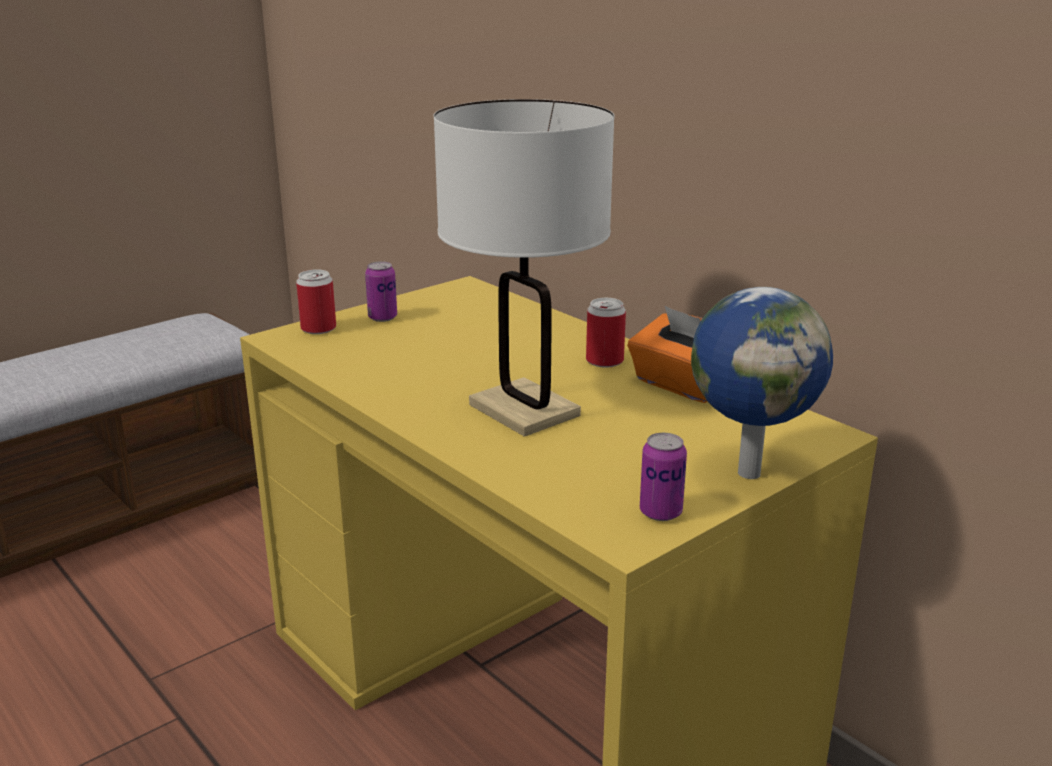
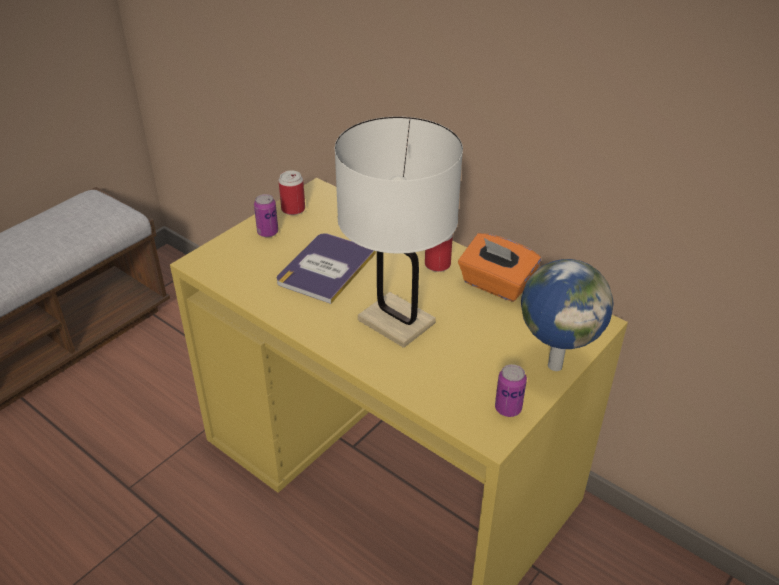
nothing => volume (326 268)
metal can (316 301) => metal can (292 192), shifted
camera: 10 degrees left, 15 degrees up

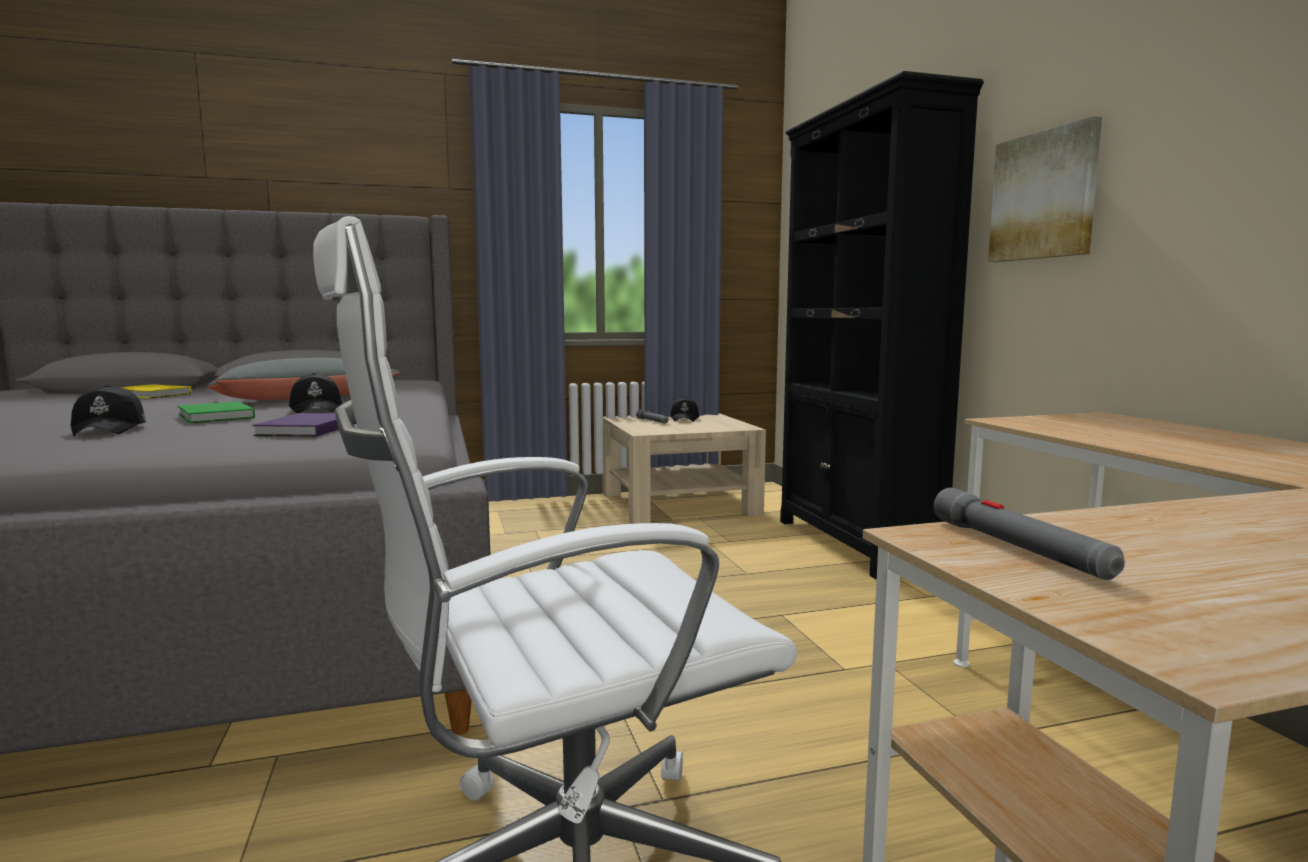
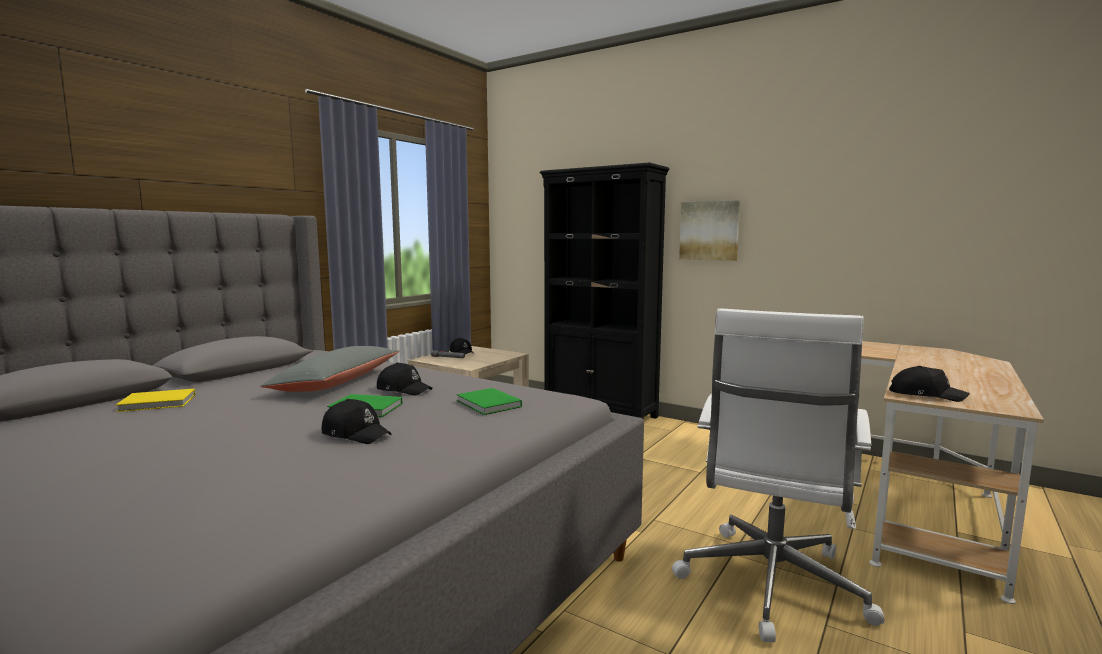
hand torch (greyish) (1029 534) => baseball cap (blackish) (929 384)
volume (purple-coloured) (304 425) => volume (green) (489 401)
camera: 40 degrees left, 0 degrees up

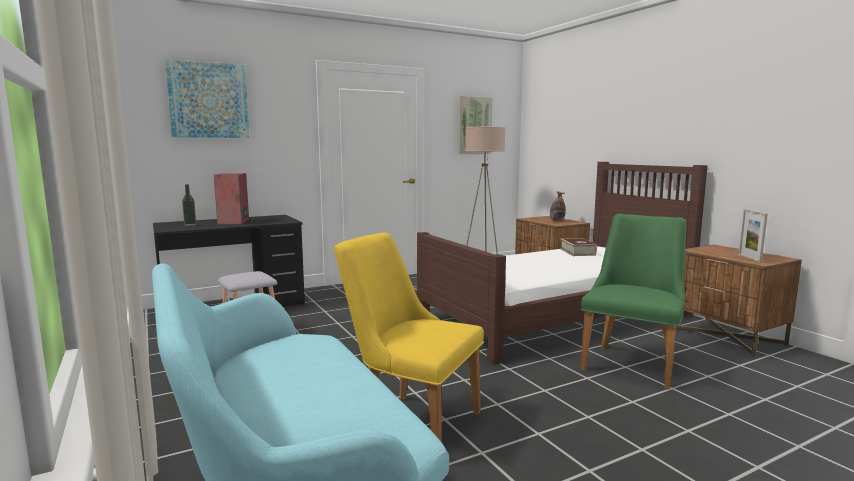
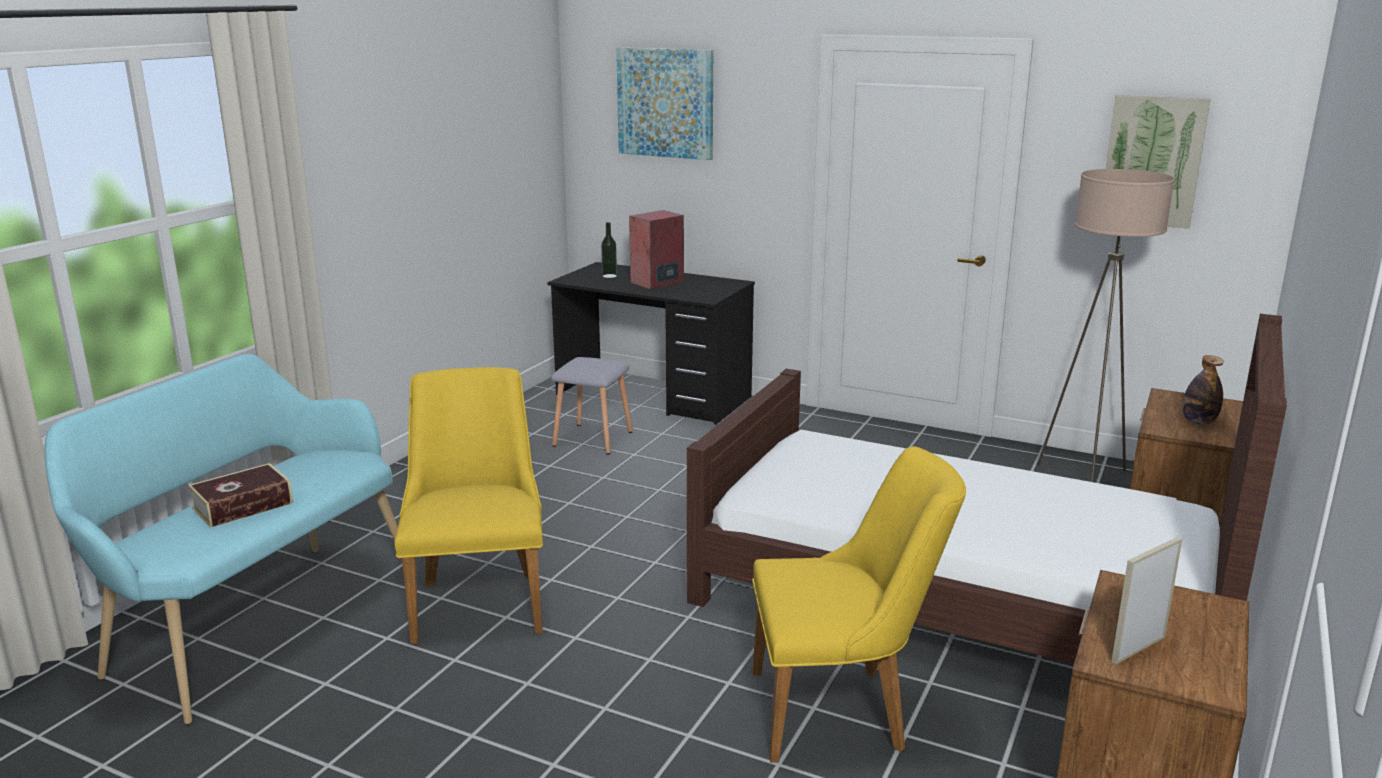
volume (578 247) => volume (240 495), shifted
upright chair (green) (633 301) => upright chair (yellow-coloured) (859 604)
camera: 55 degrees right, 10 degrees up

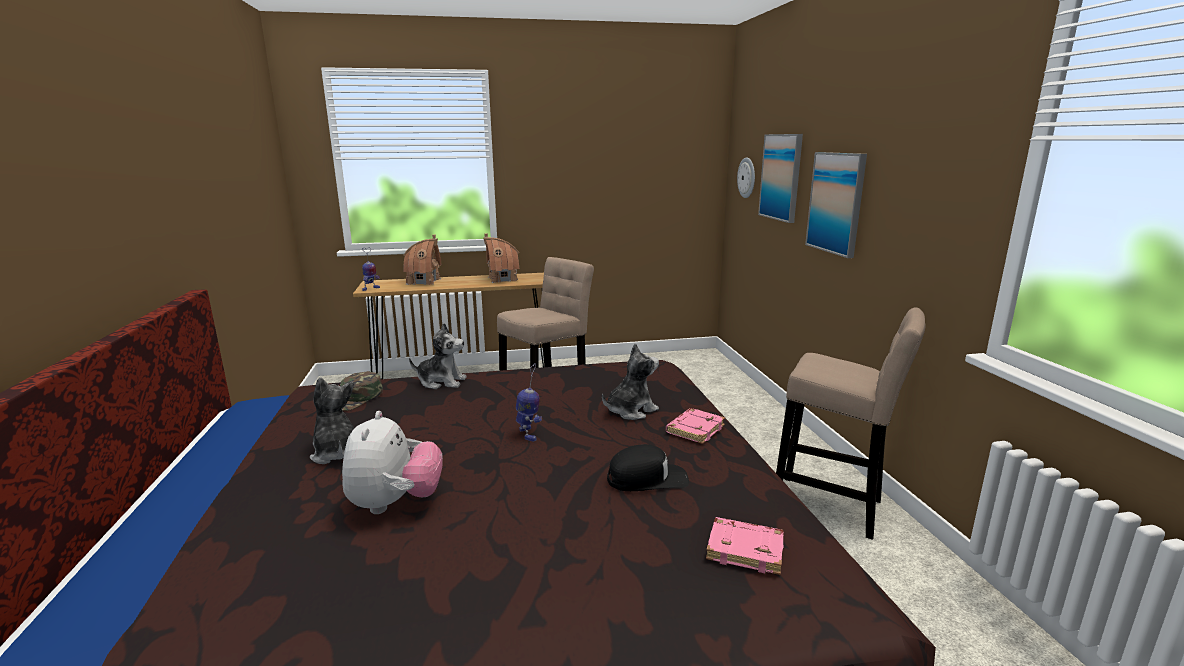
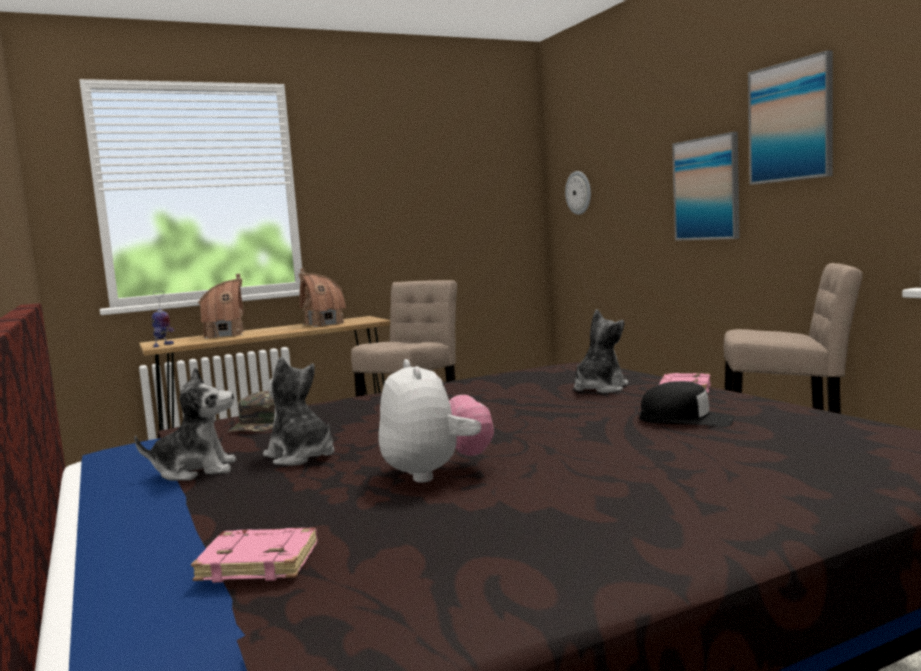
model robot (529 402) => nothing
cuddly toy (438 356) => cuddly toy (185 424), shifted
volume (pink-coloured) (745 546) => volume (pink-coloured) (254 555), shifted
wall art (780 178) => wall art (790 117), shifted
baseball cap (blackish) (648 467) => baseball cap (blackish) (686 404), 45 degrees clockwise
camera: 15 degrees left, 10 degrees down

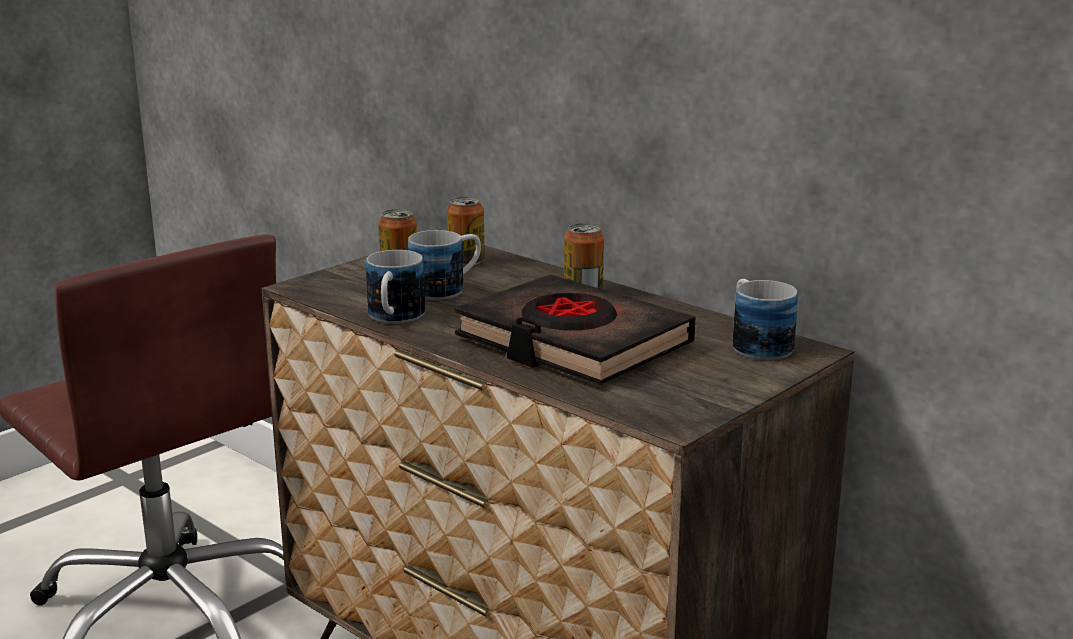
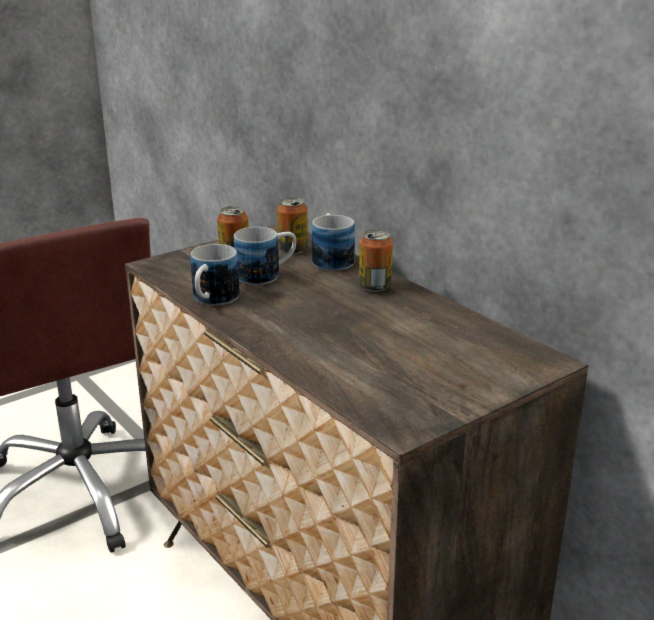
volume (blackish) (574 329) => nothing
mug (765 319) => mug (333 242), shifted
camera: 10 degrees right, 5 degrees up

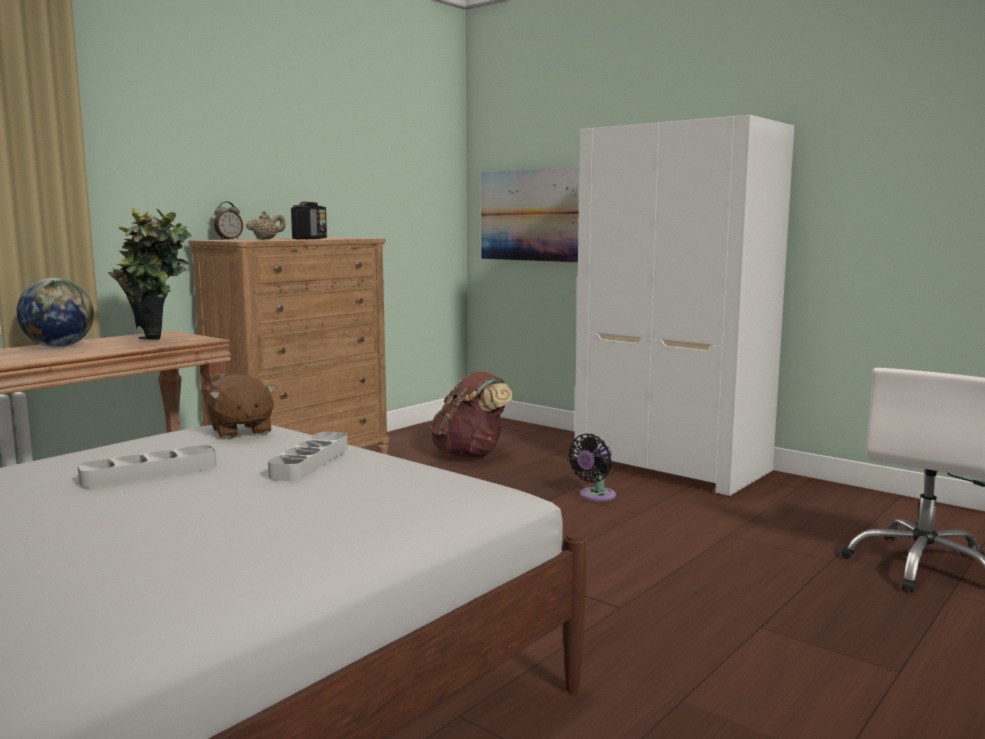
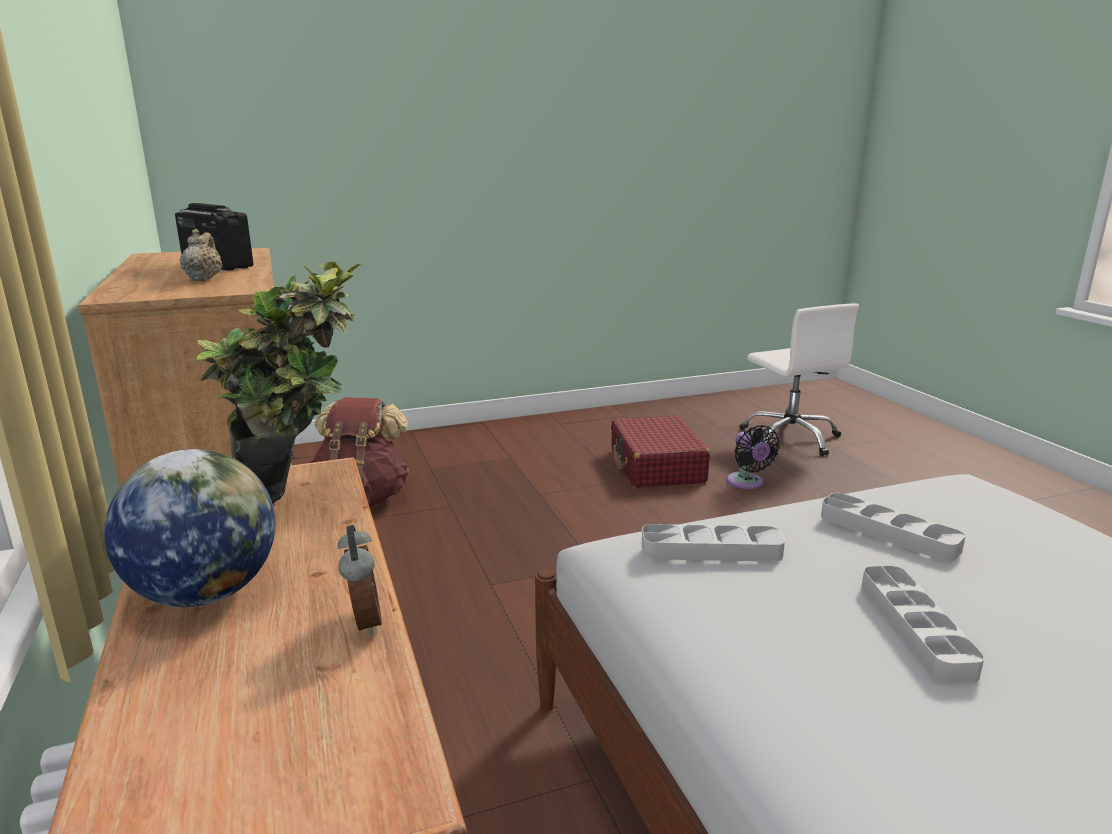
wall art (530 214) => nothing
armoire (white-coloured) (684 306) => nothing
nothing => suitcase (reddish) (660 451)
table clock (228 220) => table clock (360 580), shifted
fan (blackish) (592 468) => fan (blackish) (753 457), shifted
cuddly toy (brownish) (242 406) => carrying tray (greyish) (713 543)
camera: 60 degrees left, 10 degrees up

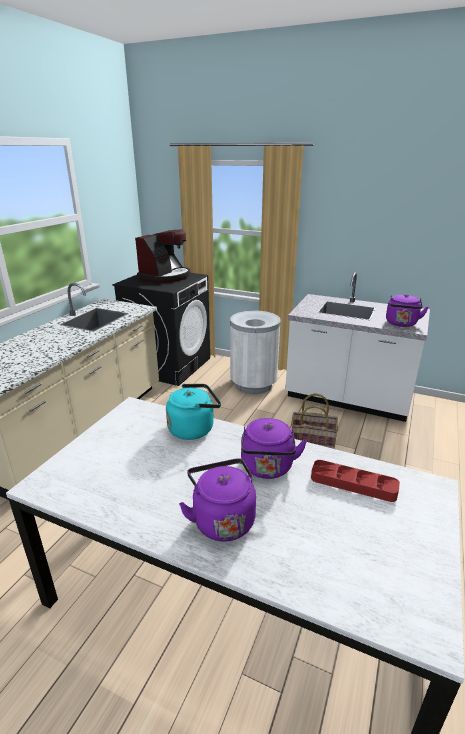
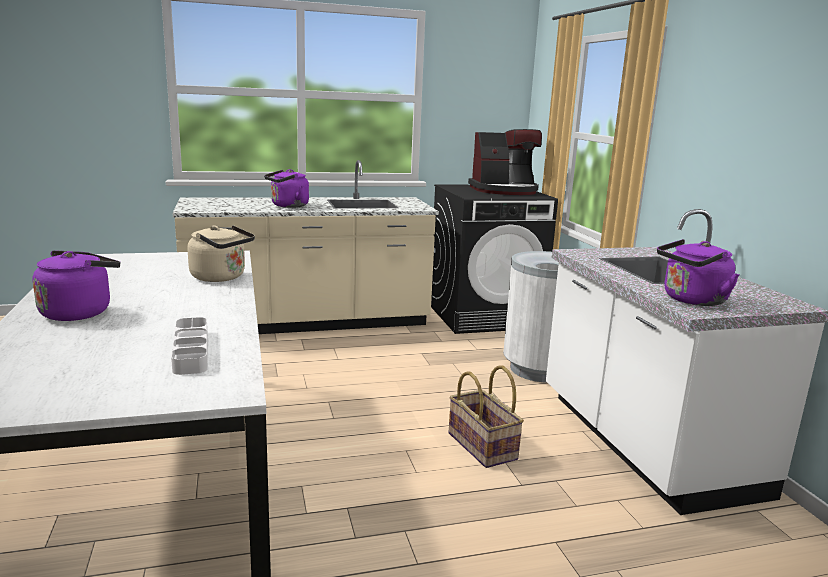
water kettle (purple-coloured) (274 448) => water kettle (purple-coloured) (286 188), shifted
water kettle (blue-green) (193 412) => water kettle (beige-coloured) (221 253)
carrying tray (reddish) (355 481) => carrying tray (white-coloured) (189 346)
camera: 50 degrees right, 10 degrees down

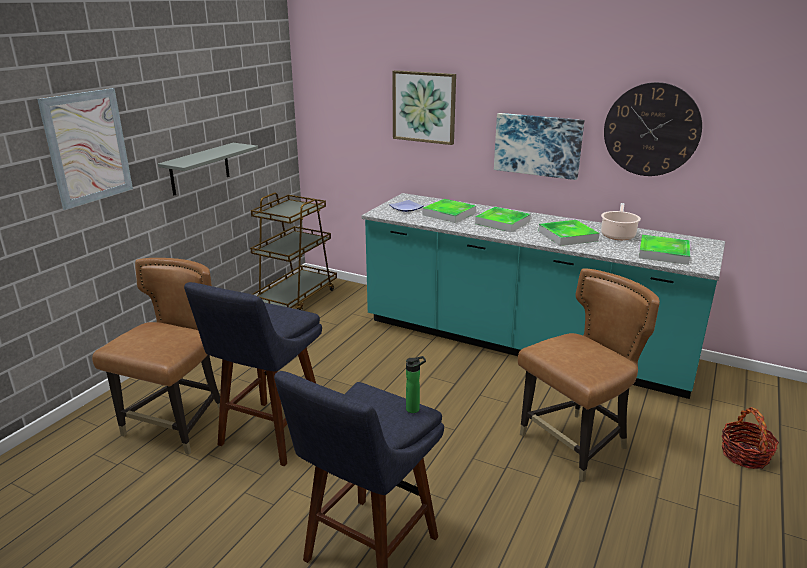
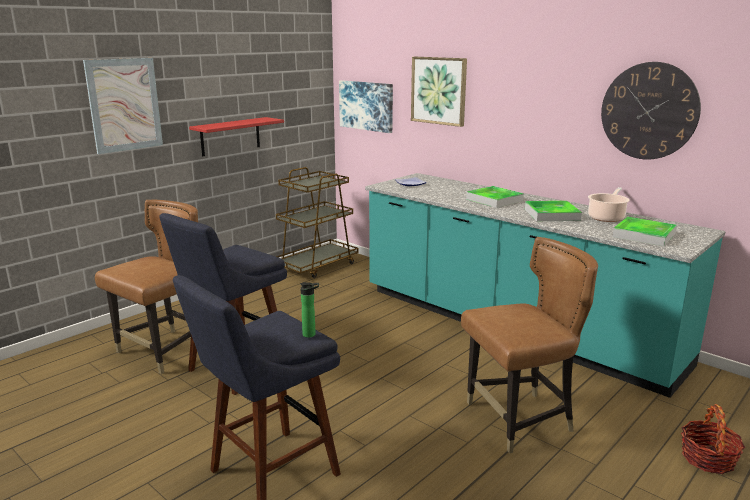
carrying tray (449 211) => nothing
wall art (539 146) => wall art (366 106), shifted
wall shelf (greyish) (208 169) => wall shelf (reddish) (236 136)
camera: 15 degrees right, 5 degrees down

